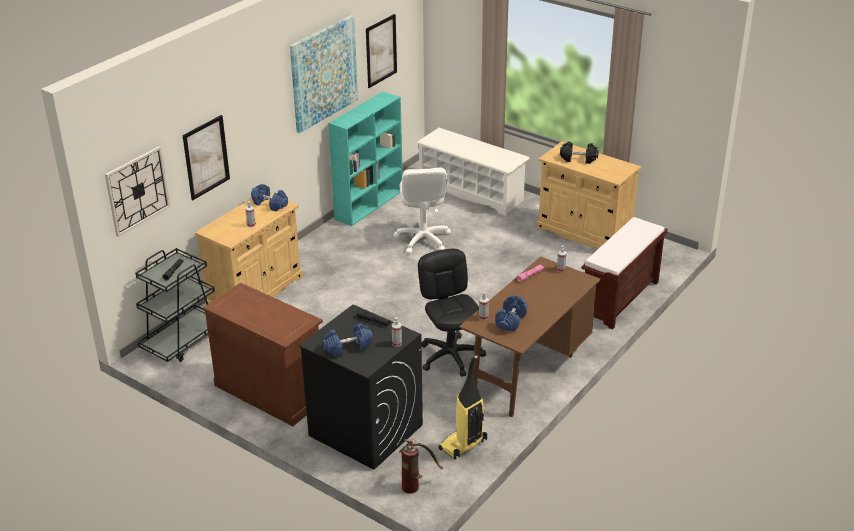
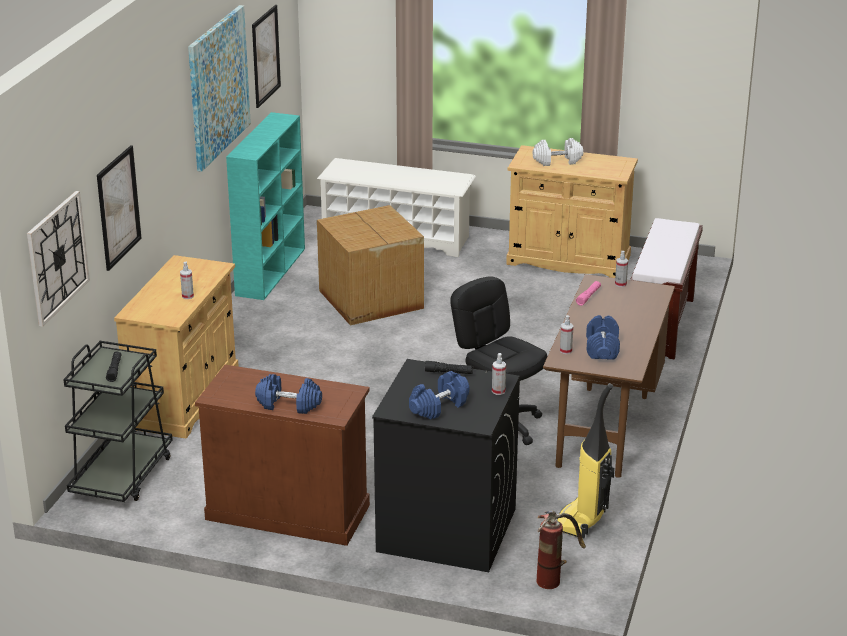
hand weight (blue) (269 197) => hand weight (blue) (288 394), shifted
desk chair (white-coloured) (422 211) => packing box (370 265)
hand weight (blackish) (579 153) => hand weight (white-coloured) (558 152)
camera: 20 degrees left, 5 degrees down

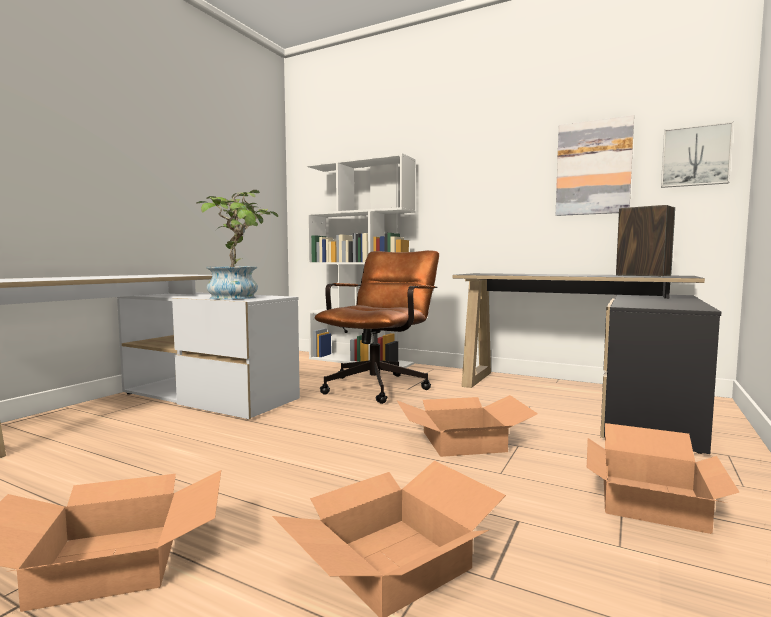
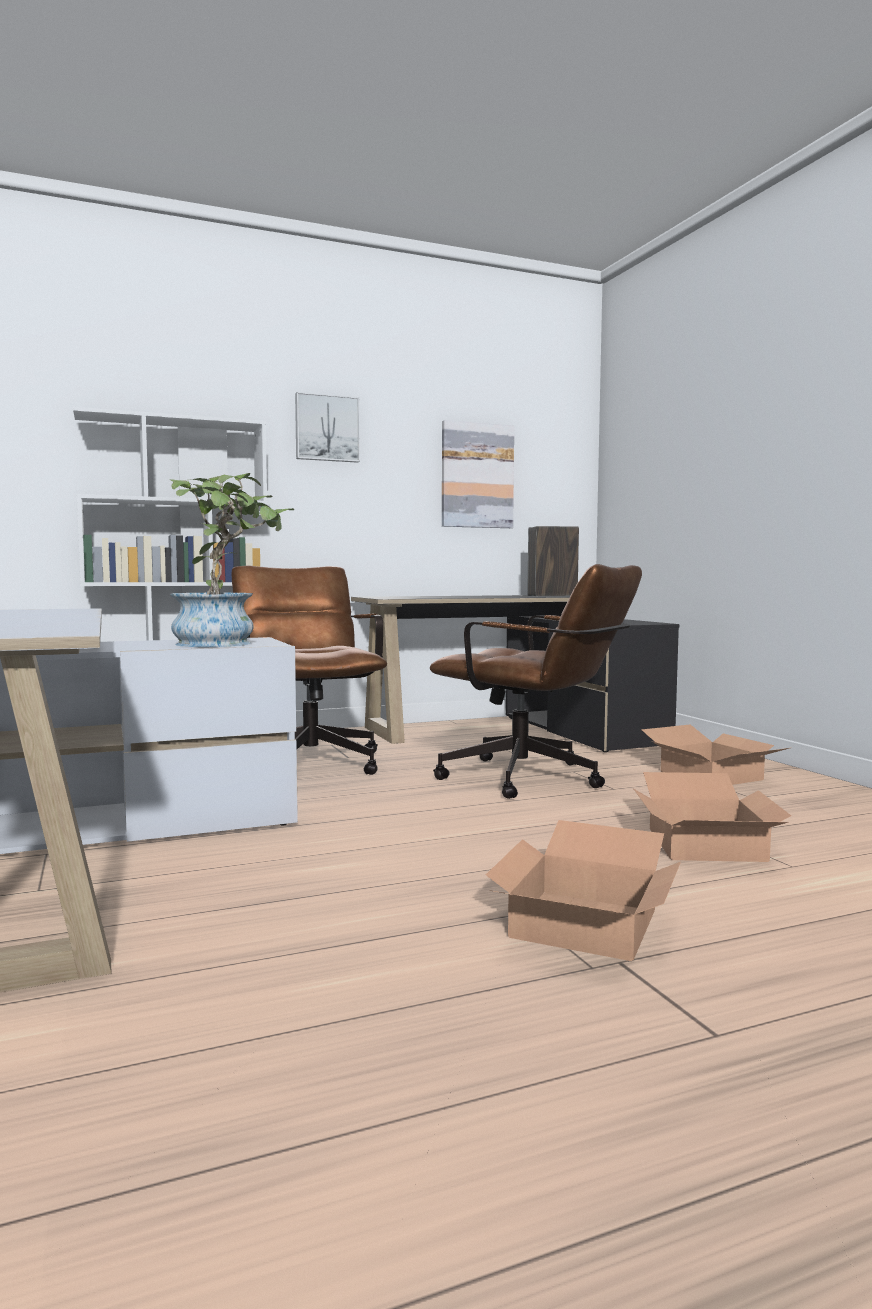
wall art (697 155) => wall art (327 427), shifted
packing box (467 426) => desk chair (brownish) (536 681)
camera: 50 degrees left, 0 degrees up

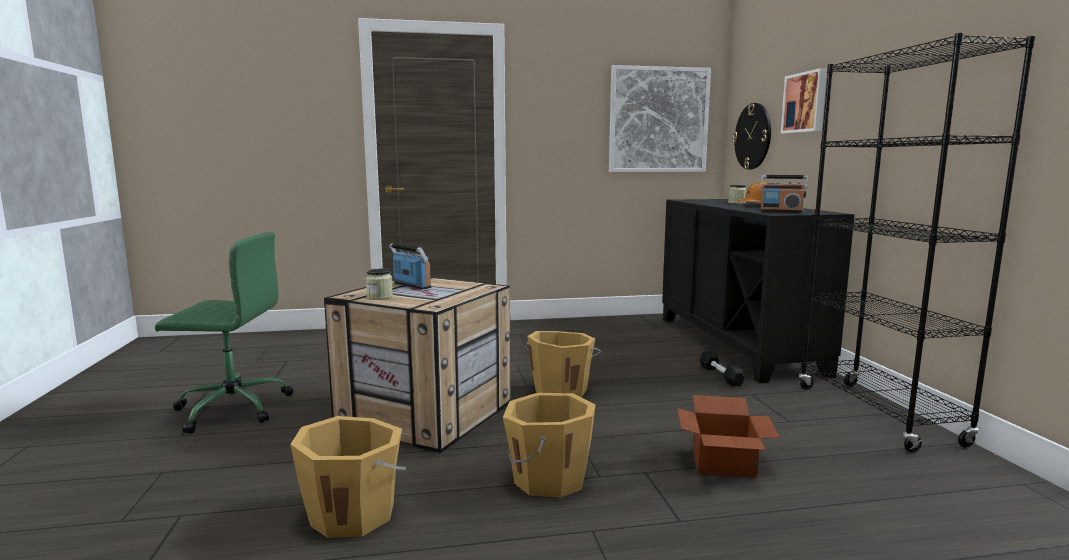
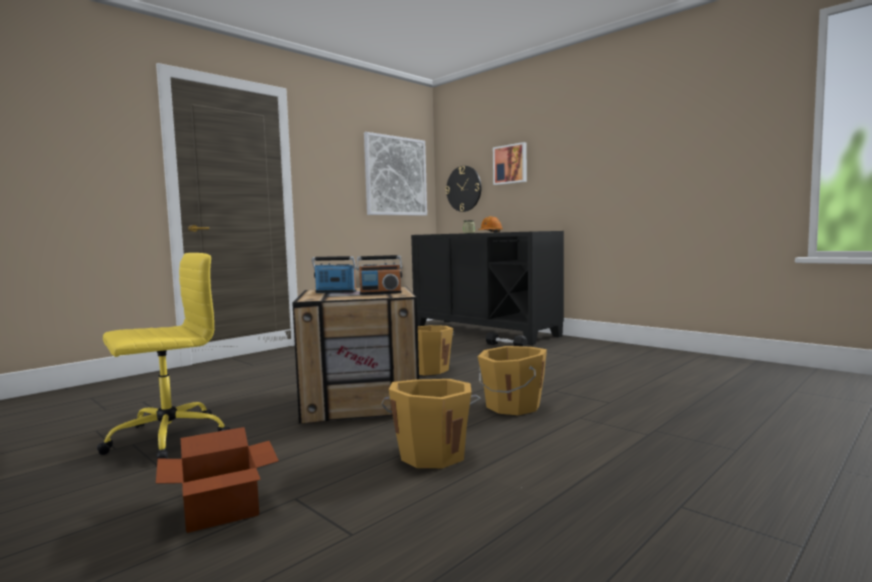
jar (379 284) => nothing
bookcase (blackish) (917 243) => nothing
packing box (728 436) => packing box (217 480), shifted
radio (784 194) => radio (379 275), shifted
desk chair (green) (224 333) => desk chair (yellow-coloured) (164 356)
camera: 35 degrees left, 5 degrees down

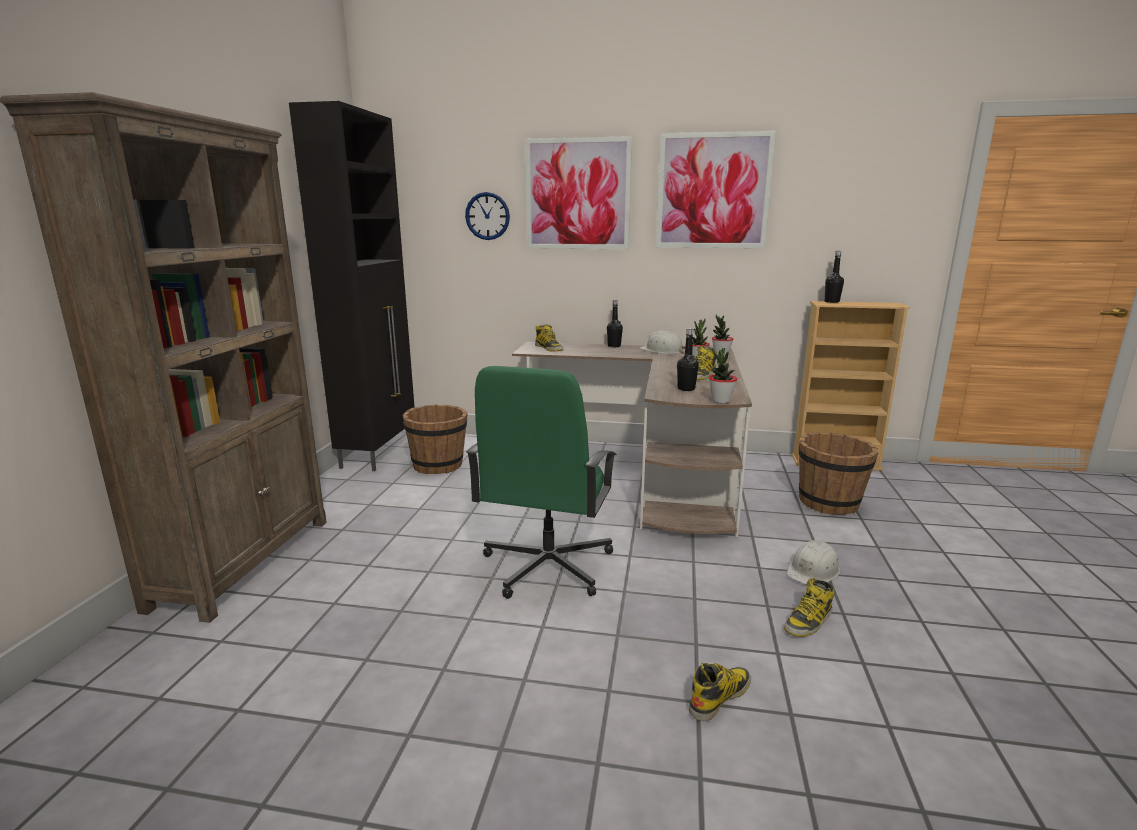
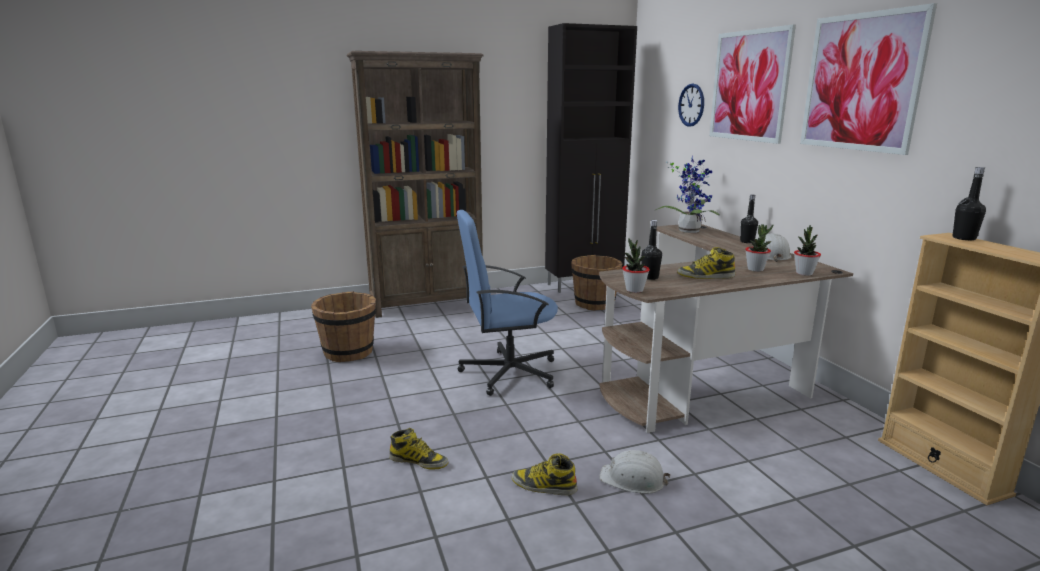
bucket (brownish) (839 473) => bucket (brownish) (343 326), shifted
high-top boot (549 338) => potted plant (688 195)
desk chair (green) (541 482) => desk chair (blue) (507 303)
camera: 60 degrees right, 0 degrees up

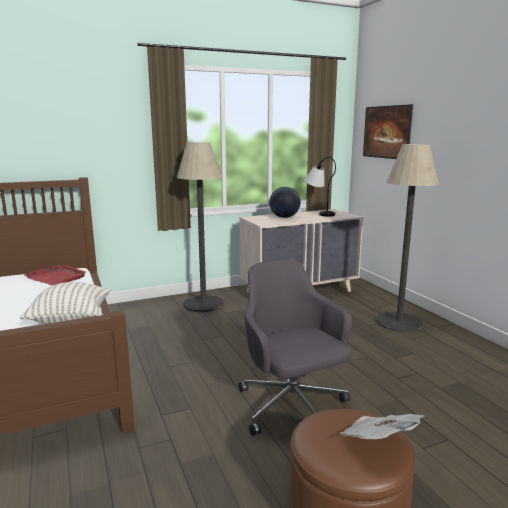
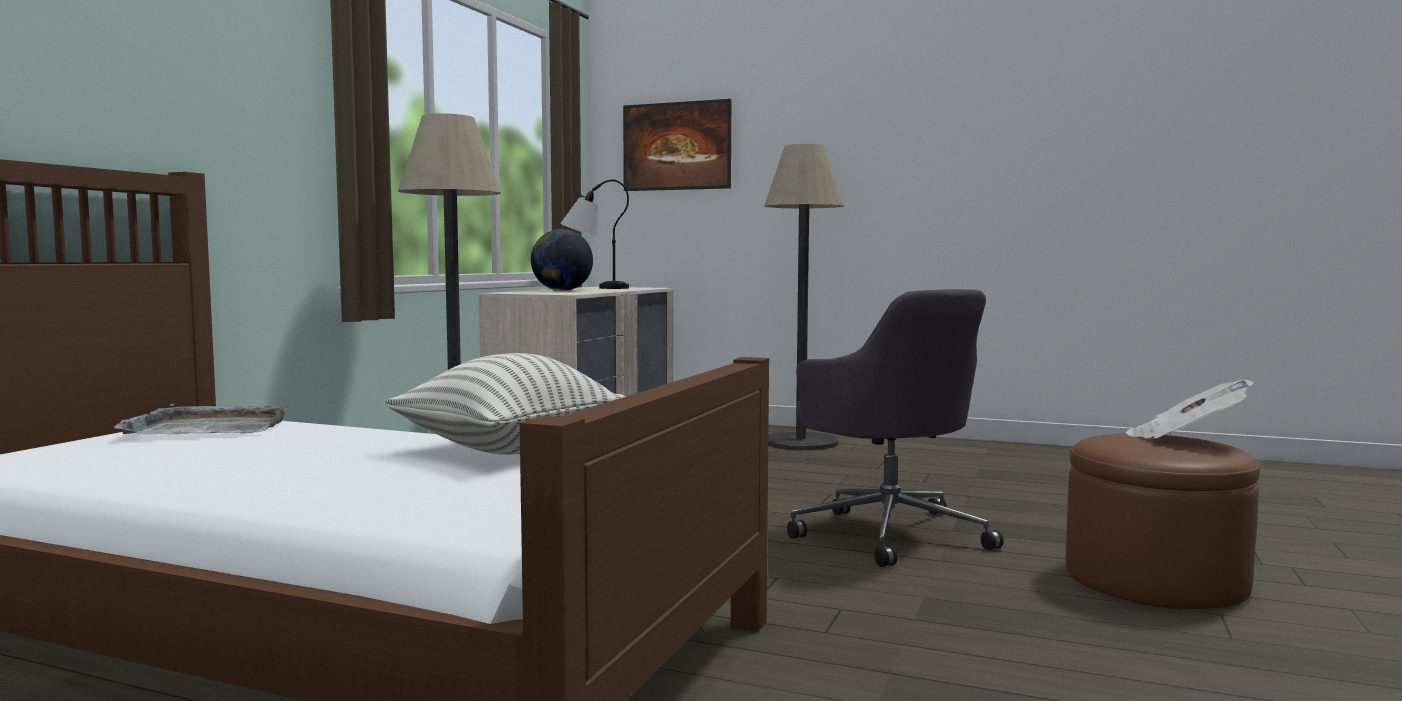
carrying tray (reddish) (55 274) => carrying tray (greyish) (201 419)
desk chair (greyish) (295 347) => desk chair (greyish) (895 428), 135 degrees counterclockwise
camera: 45 degrees left, 10 degrees down

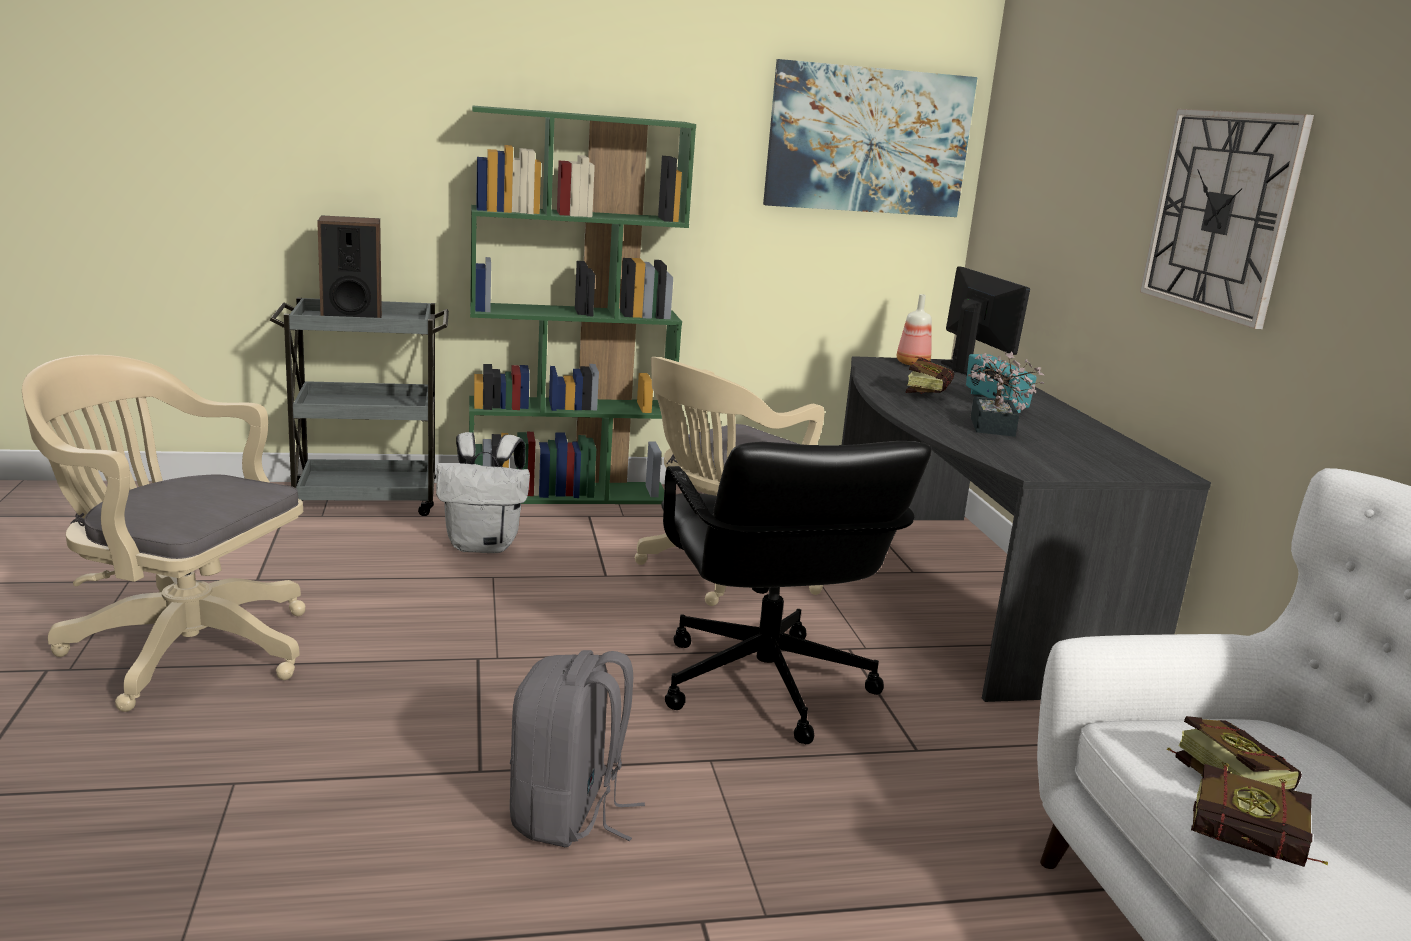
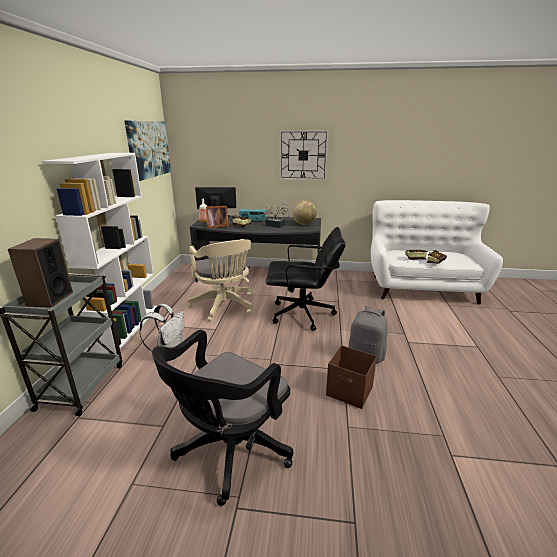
nothing => standing frame (217 217)
nothing => globe (304 212)
nothing => storage container (brownish) (351 377)
desk chair (beige-coloured) (164 533) => desk chair (blackish) (222 418)
bookcase (green) (582 304) => bookcase (white-coloured) (99 253)
camera: 70 degrees left, 5 degrees up

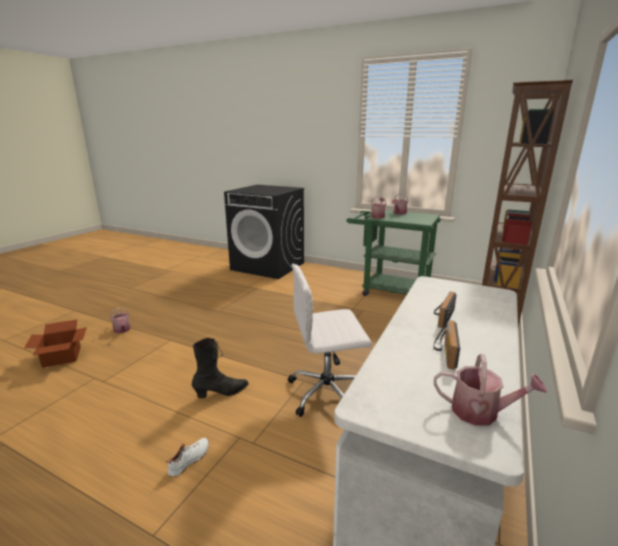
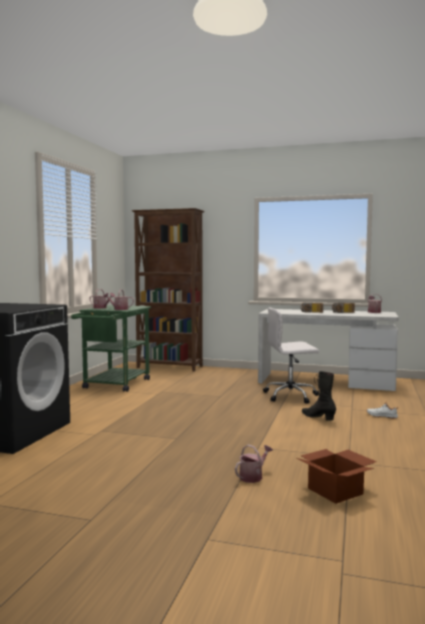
desk chair (white-coloured) (330 340) => desk chair (white-coloured) (291 356), 105 degrees clockwise
camera: 100 degrees left, 15 degrees down

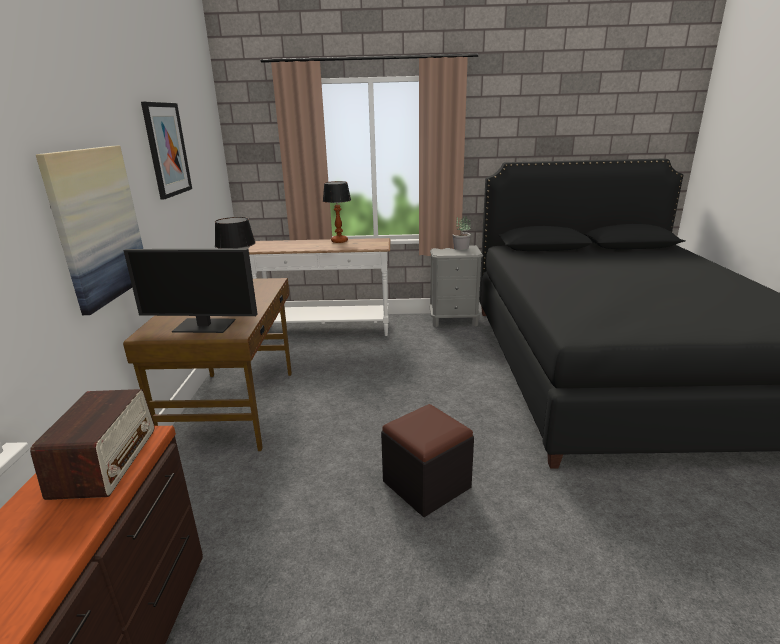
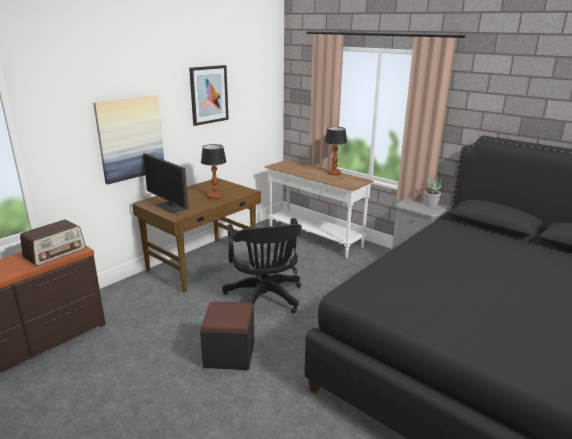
nothing => desk chair (blackish) (262 266)
camera: 40 degrees right, 0 degrees up

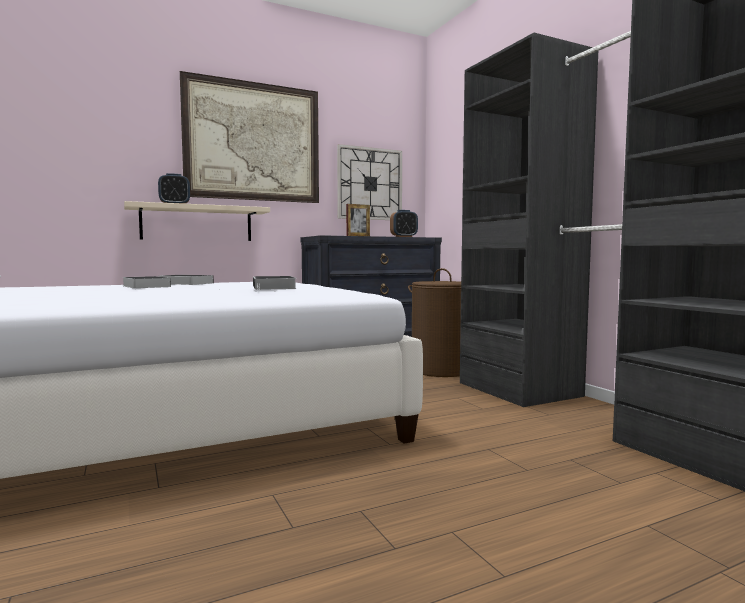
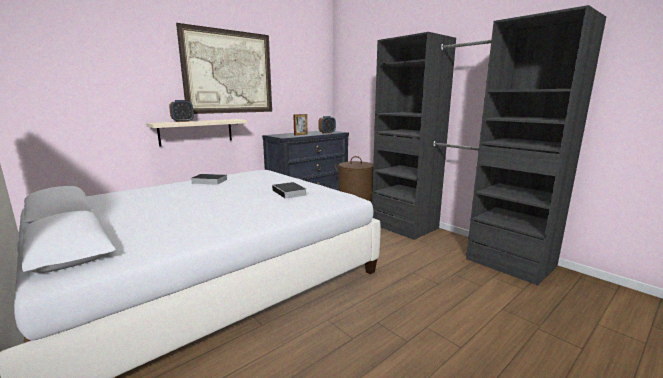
volume (146 282) => nothing
clock on the wall (369 182) => nothing
camera: 15 degrees left, 10 degrees up

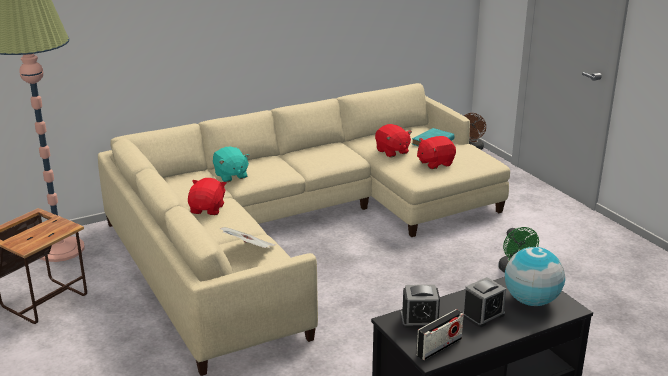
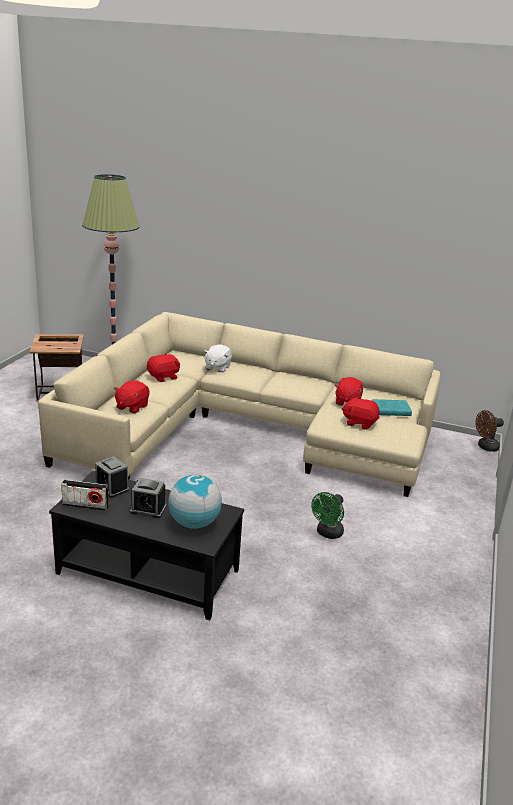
daily paper (248 237) => cuddly toy (reddish) (132 396)
cuddly toy (blue-green) (231 164) => cuddly toy (white-coloured) (217 358)
camera: 45 degrees right, 0 degrees up

